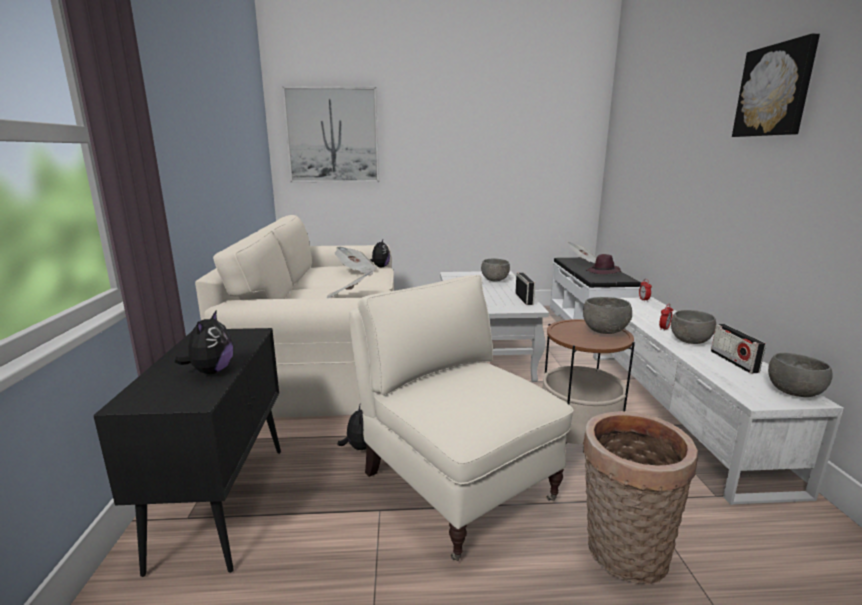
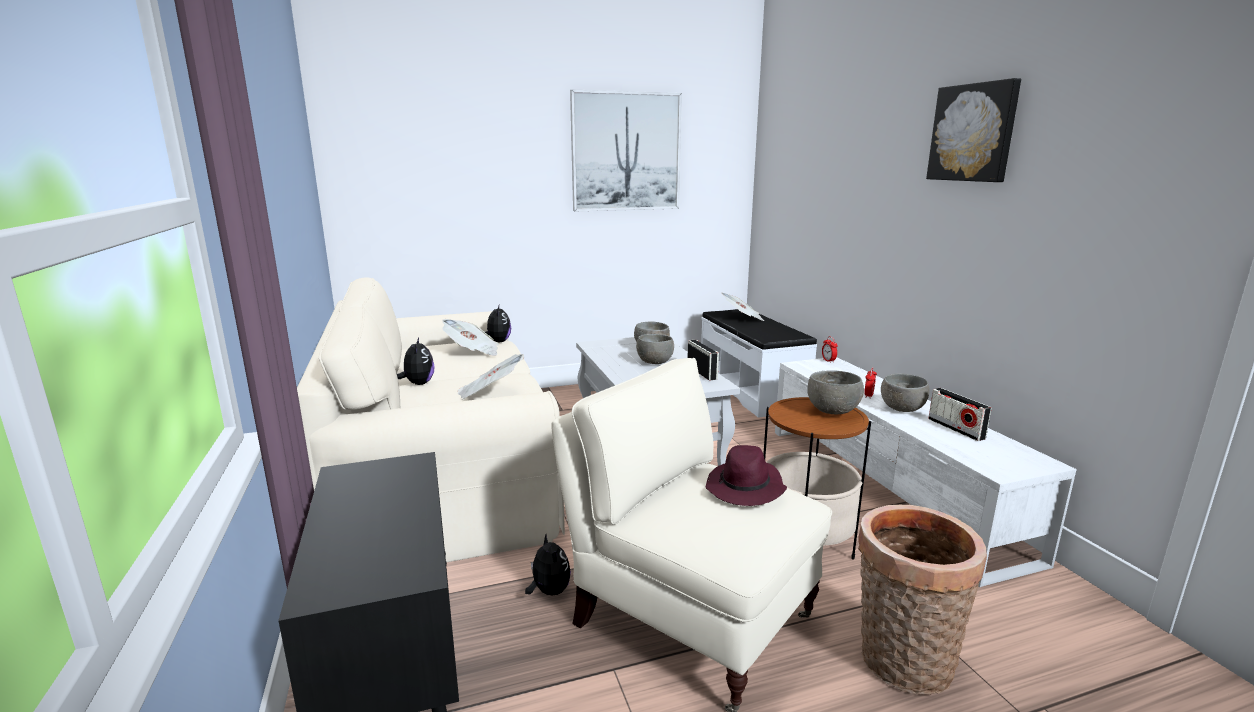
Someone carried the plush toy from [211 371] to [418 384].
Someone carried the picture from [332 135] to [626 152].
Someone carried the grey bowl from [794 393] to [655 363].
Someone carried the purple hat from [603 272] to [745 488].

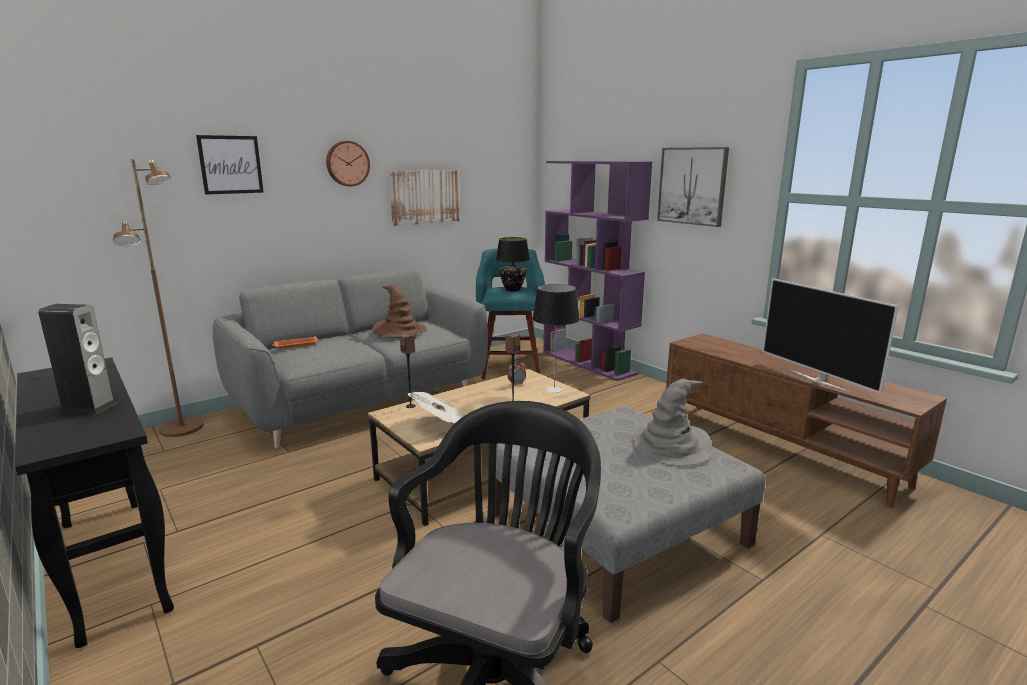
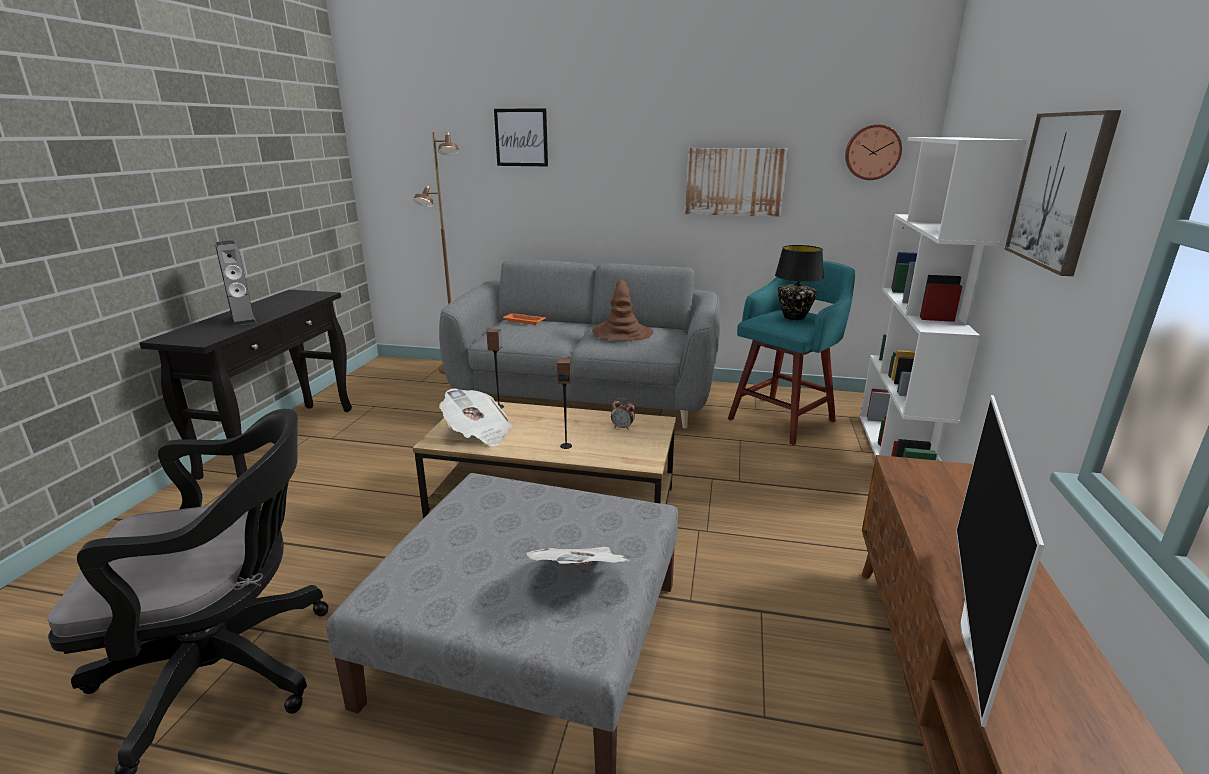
Someone swapped the grey hat at [672 446] for the newspaper at [581 577].
Someone carried the wall clock from [347 163] to [872 152].
Someone repainted the purple bookcase at [589 363], which became the white bookcase at [897 452].
Someone took away the table lamp at [554 389].

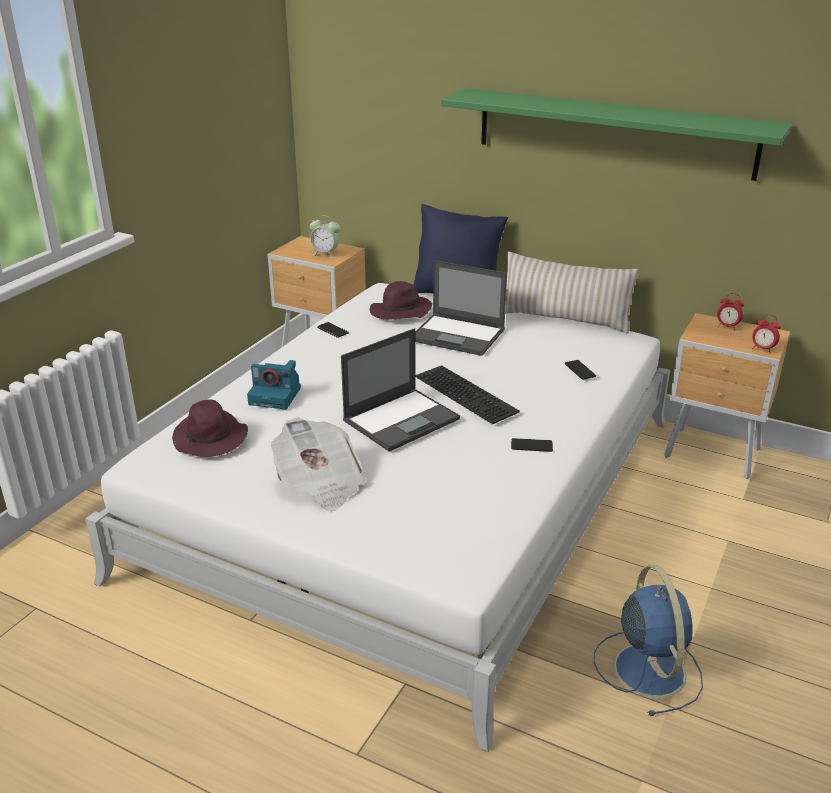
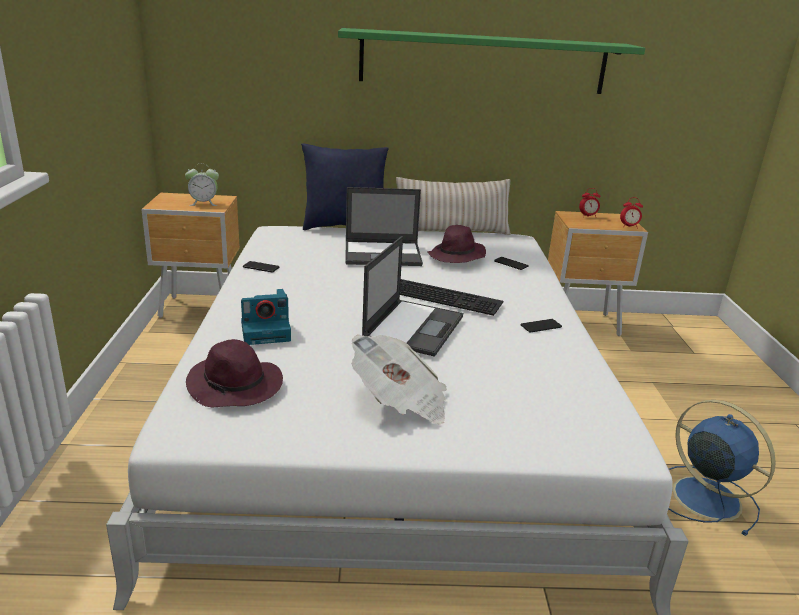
Someone carried the purple hat from [400 312] to [456 256].

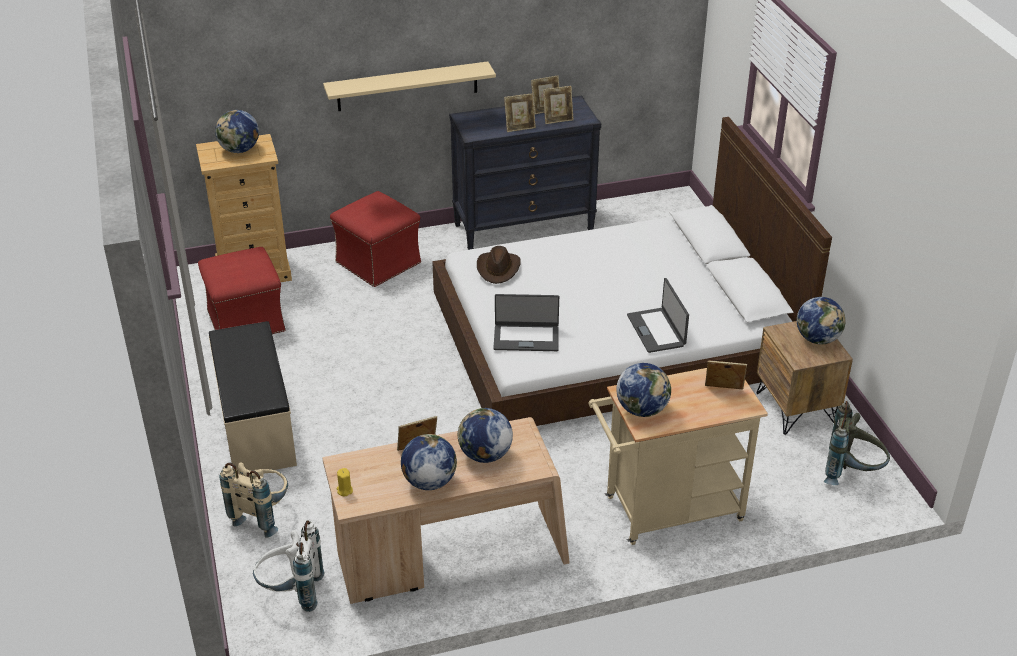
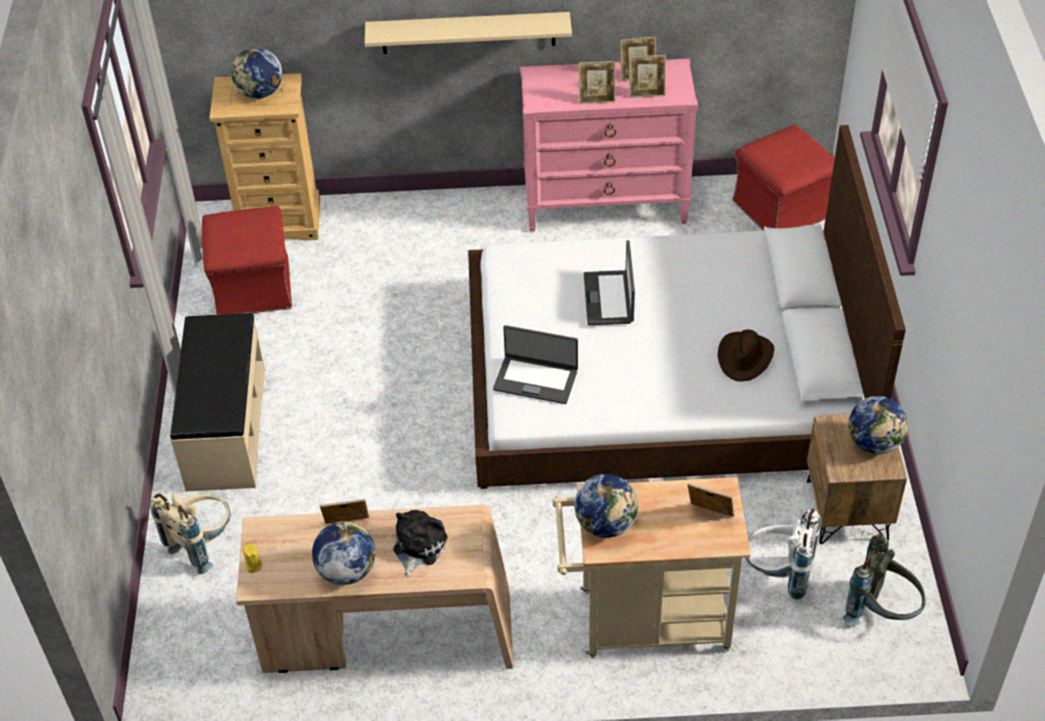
Someone swapped the globe at [485 455] for the plush toy at [418 547].
Someone repainted the black dresser at [524 228], which became the pink dresser at [606 205].
Someone carried the laptop from [657 330] to [609 298].
Someone carried the brown hat from [498 268] to [745 357].
Someone carried the red ottoman from [379 263] to [782 209].
Someone carried the white backpack from [292 593] to [777 574].

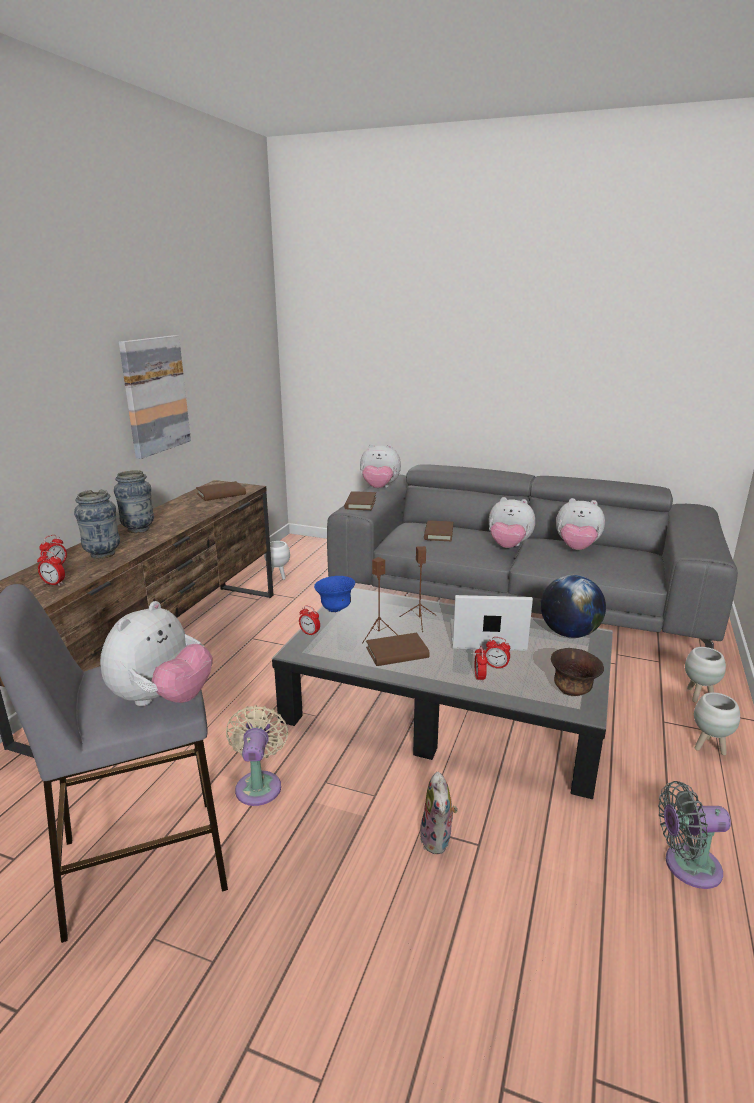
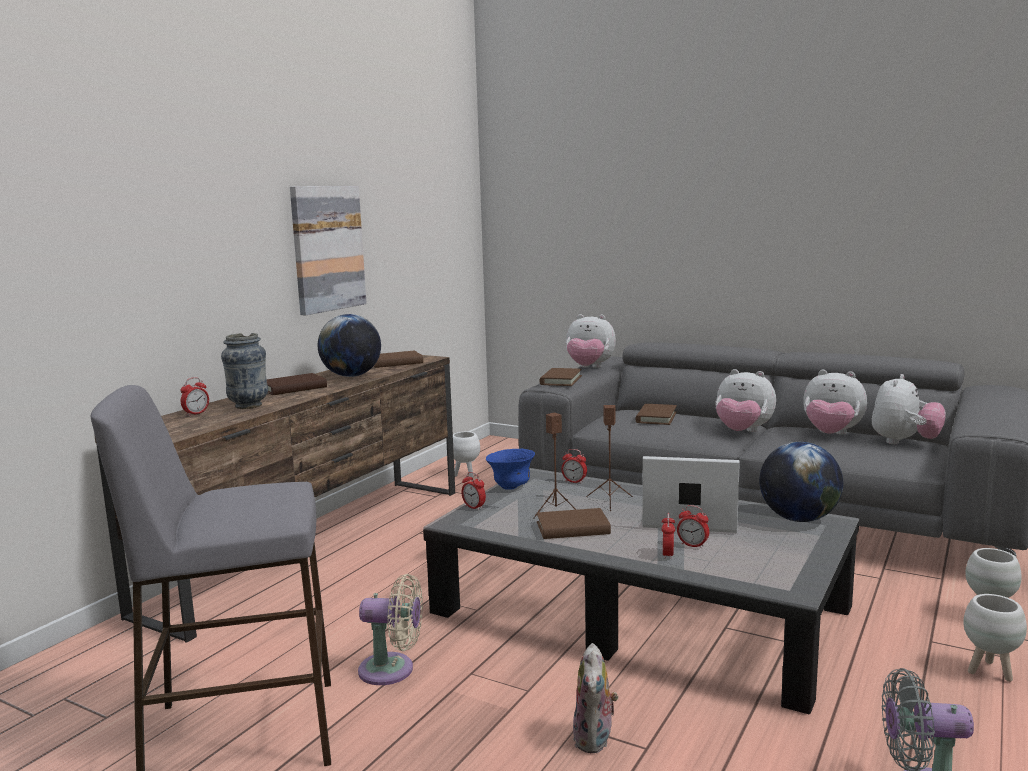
Someone swapped the vase at [138 529] for the brown book at [294 388].
Someone put down the globe at [351 376].
Someone rotated the beige fan at [259 784] by 90 degrees clockwise.
Someone carried the alarm clock from [54 583] to [574 482].
Someone carried the plush toy from [162 699] to [904 442].
Someone took away the brown bowl at [572 691].

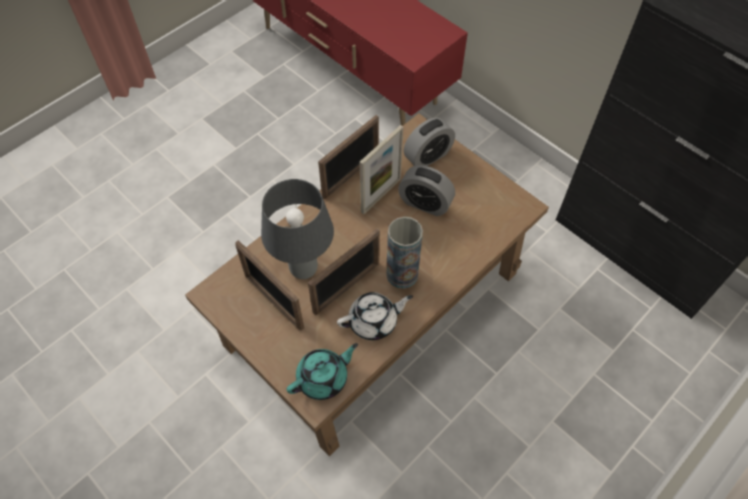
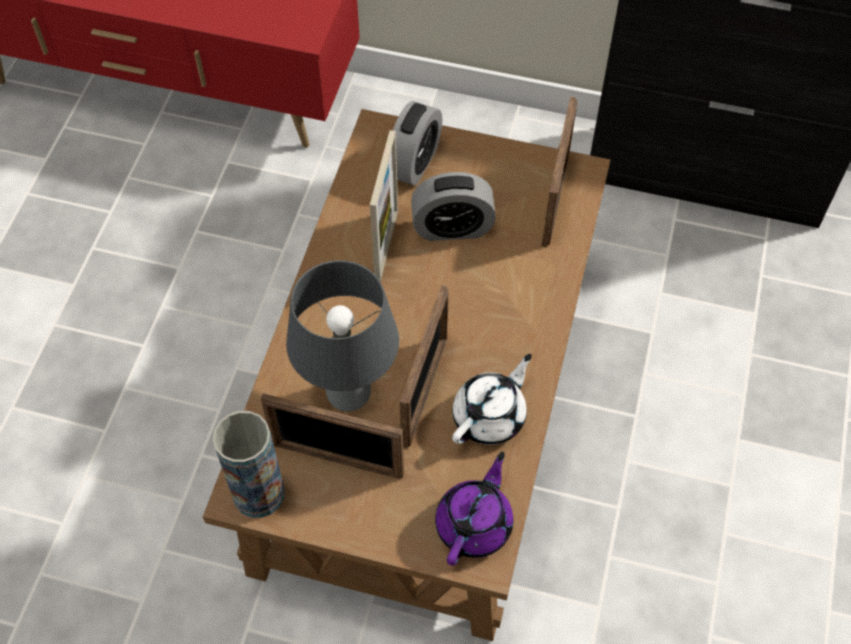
Someone carried the vase from [402 274] to [258 493].
Someone repainted the turquoise teapot at [323 378], which became the purple teapot at [475 524].
Someone carried the picture frame from [351 175] to [555 199].

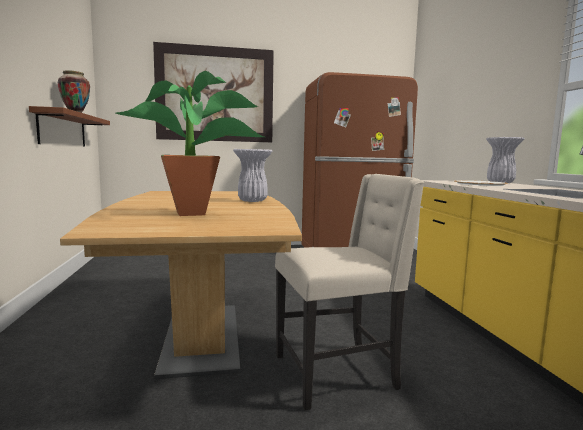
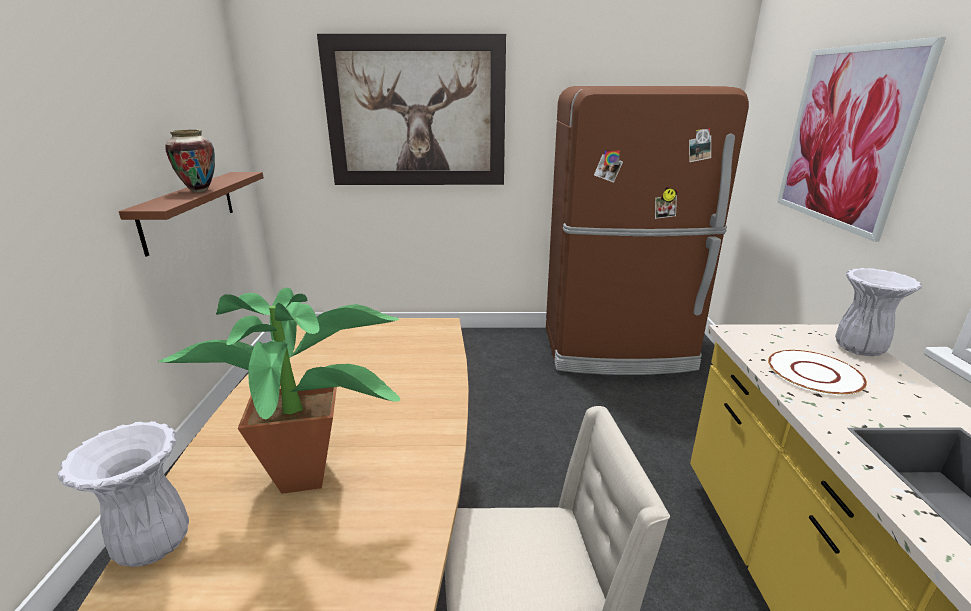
Someone carried the white vase from [252 201] to [155 544].
Someone put up the picture at [845 137].

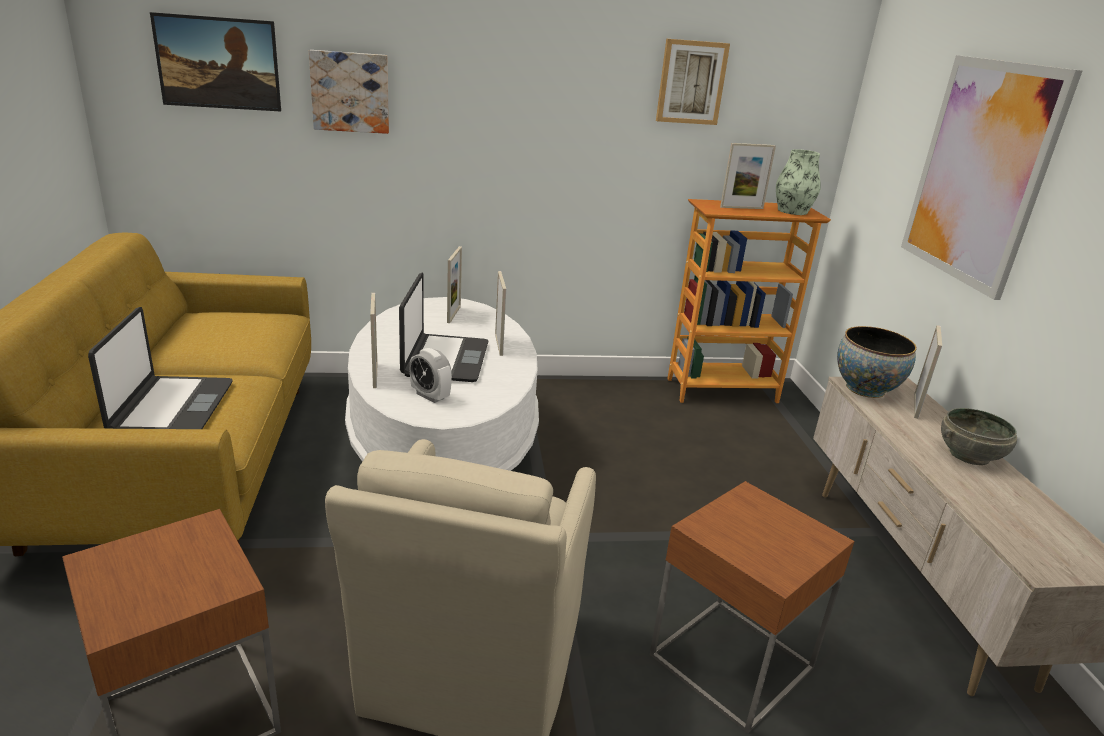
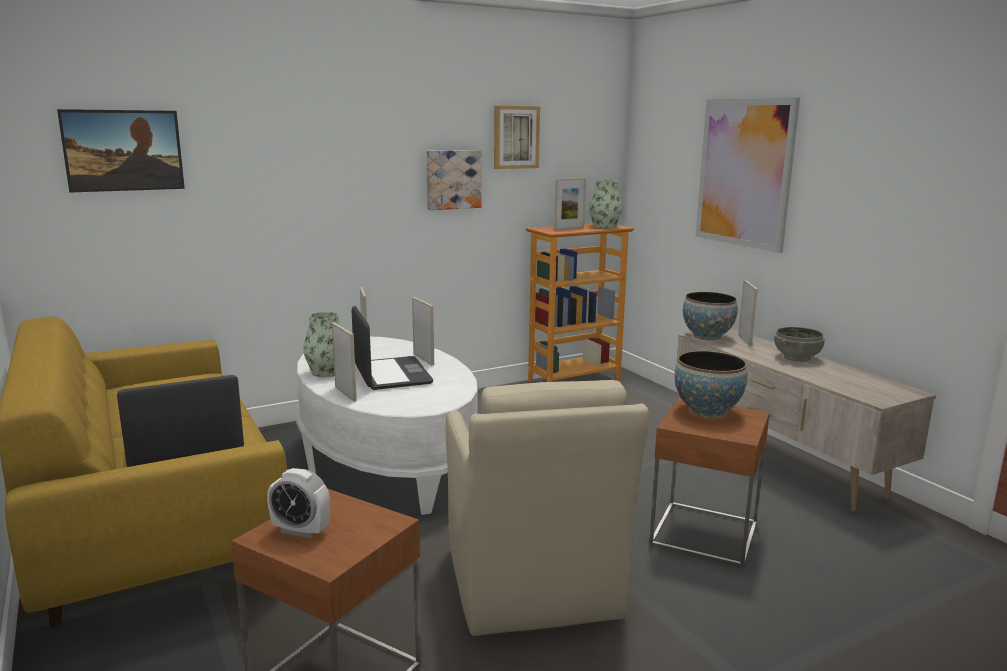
Someone rotated the laptop at [171 407] by 90 degrees counterclockwise.
Someone carried the alarm clock from [430 396] to [301 531].
Someone put down the vase at [326 372].
Someone carried the picture from [350 92] to [453 179].
Someone put down the bowl at [707 411].

